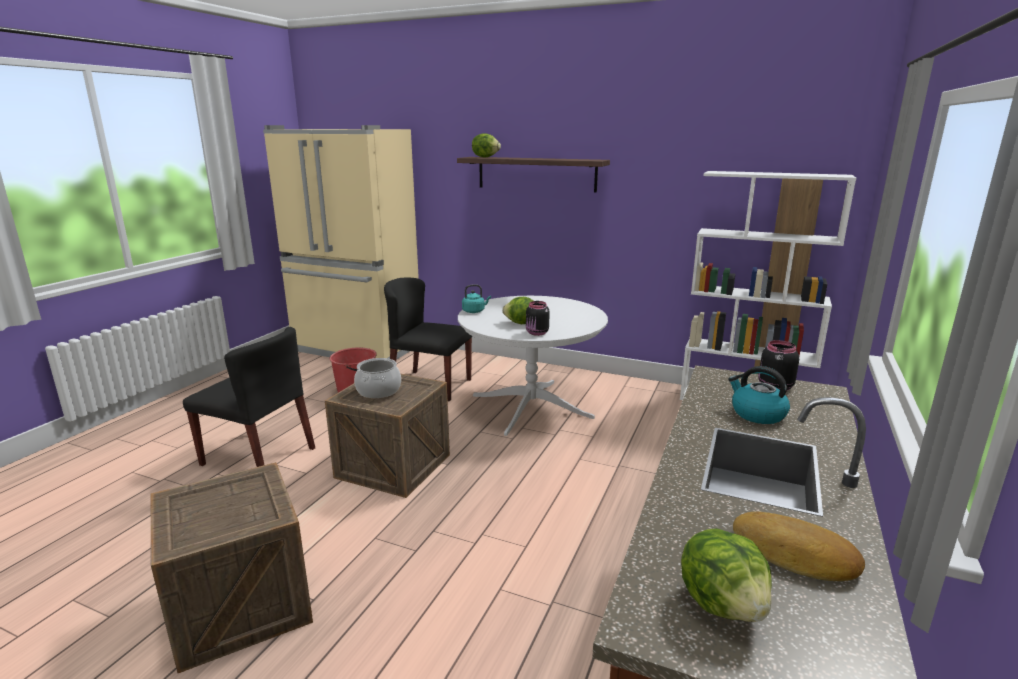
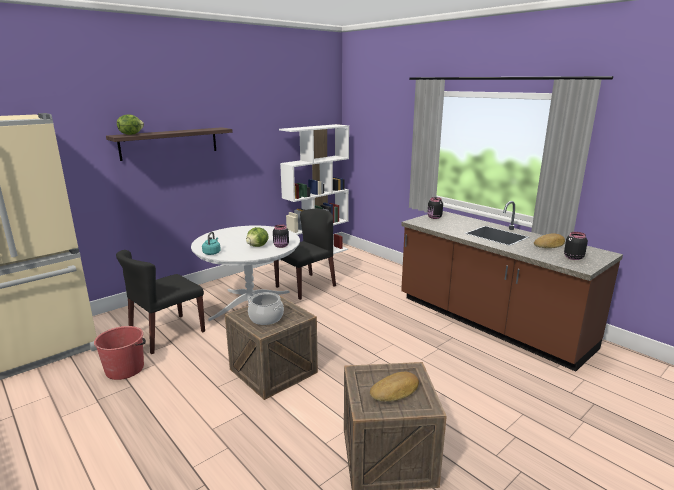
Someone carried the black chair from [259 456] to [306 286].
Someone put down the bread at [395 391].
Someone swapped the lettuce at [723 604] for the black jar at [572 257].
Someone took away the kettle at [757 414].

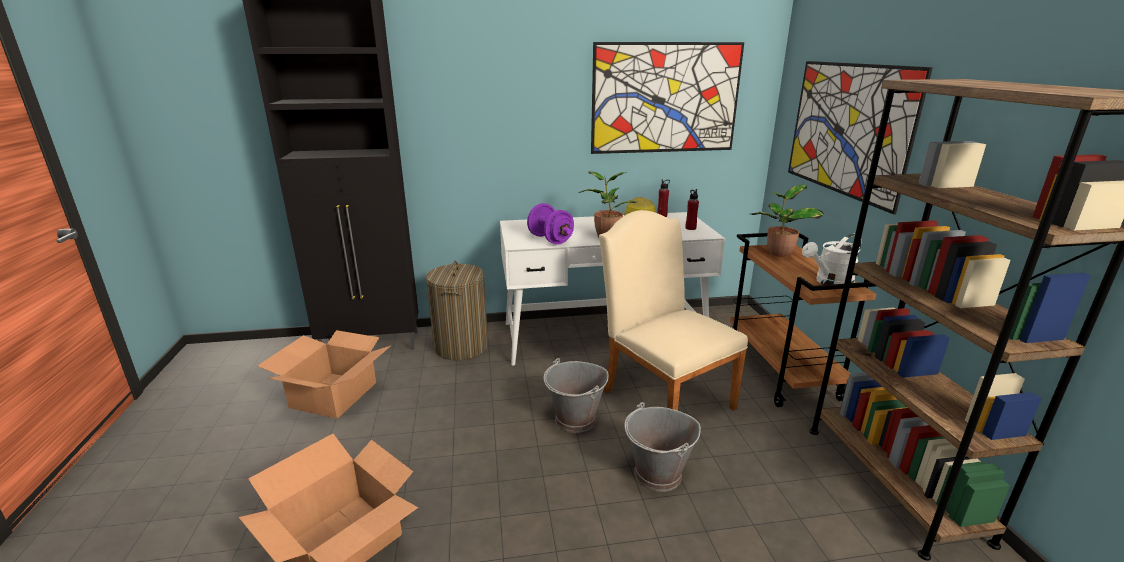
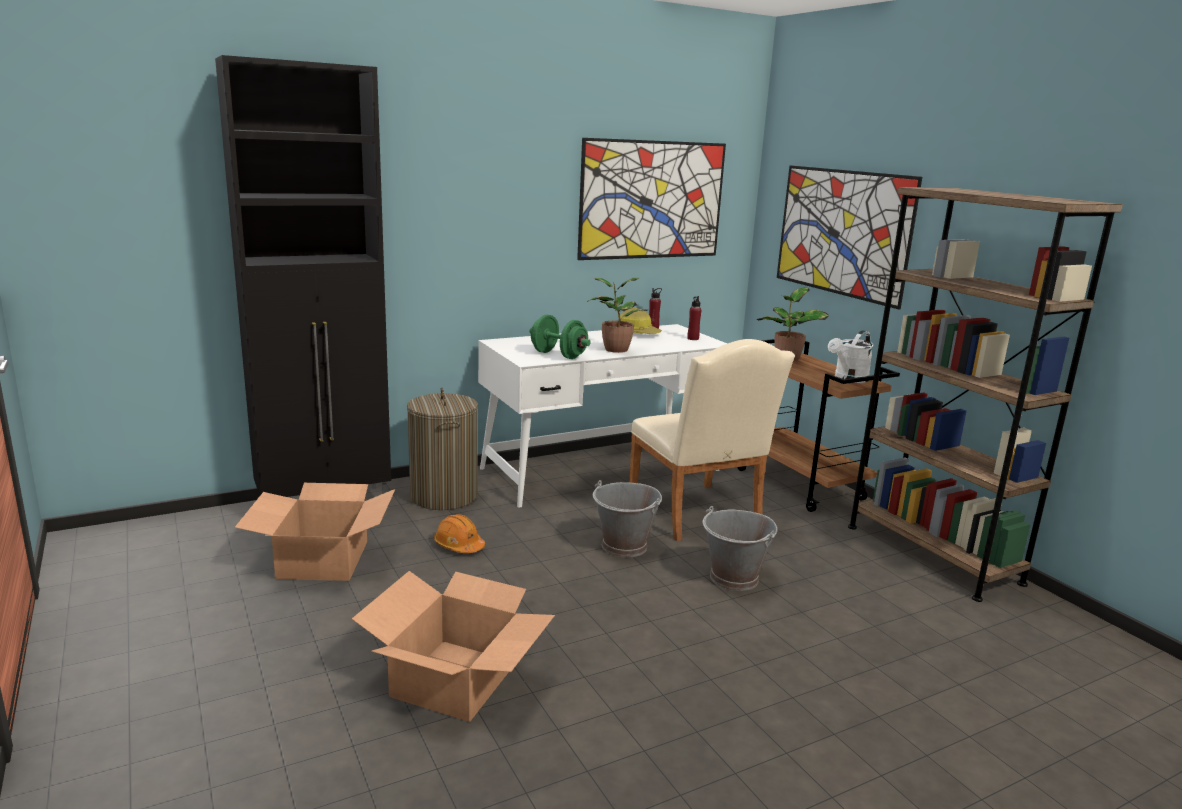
Someone put down the orange hard hat at [459 545].
Someone repainted the purple dumbbell at [550 239], which became the green dumbbell at [558 355].
Someone rotated the beige chair at [662 395] by 150 degrees counterclockwise.

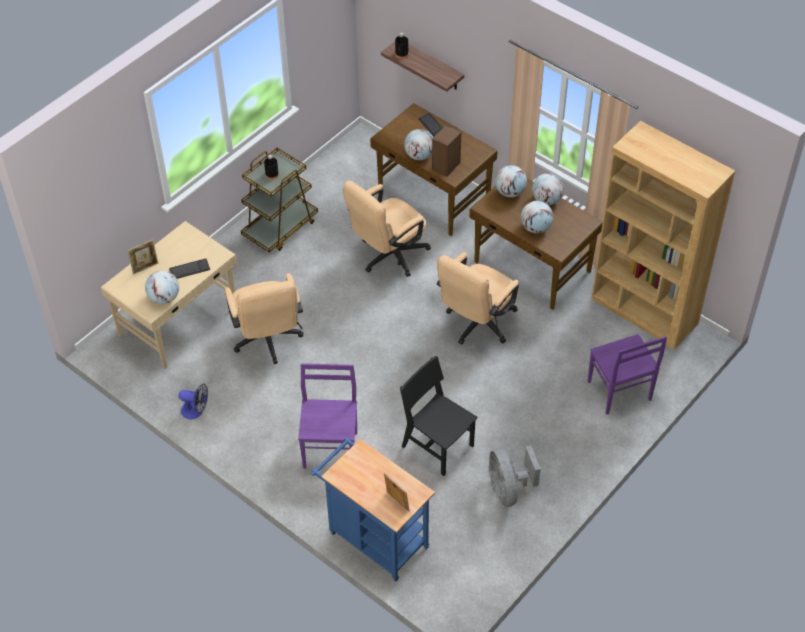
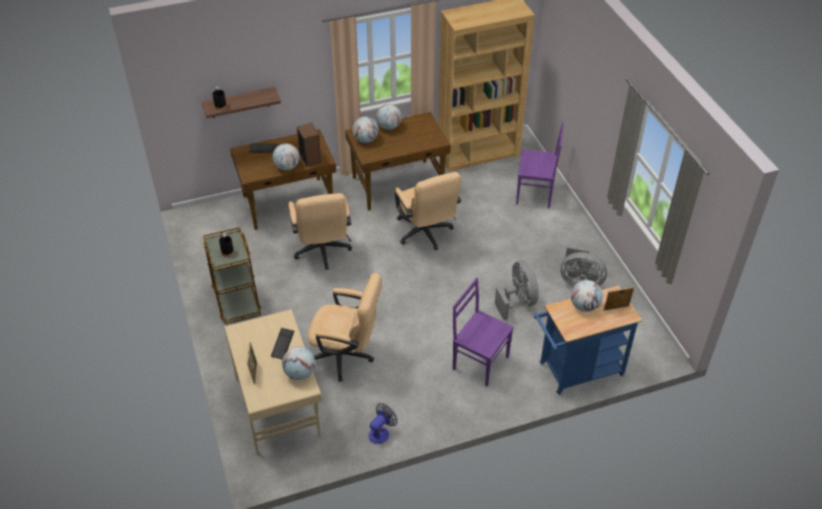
Someone swapped the black chair at [437 446] for the grey fan at [518 301].
Someone carried the globe from [535 228] to [584 306].

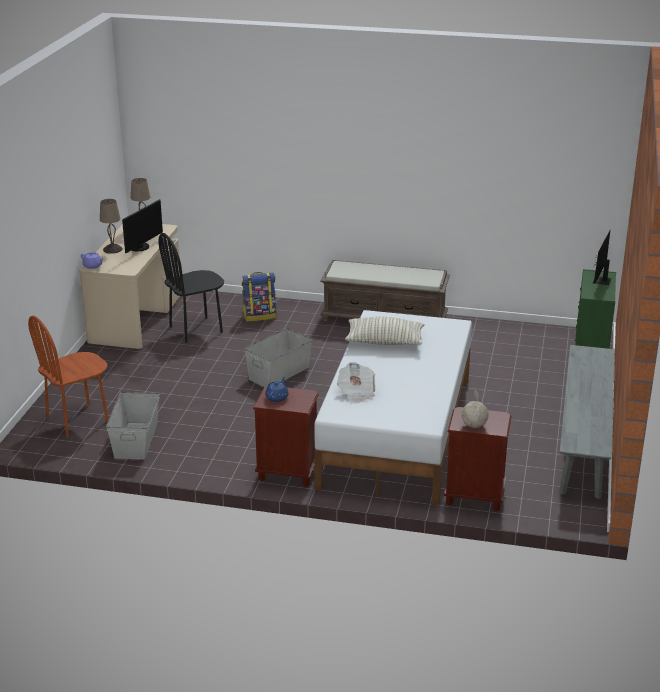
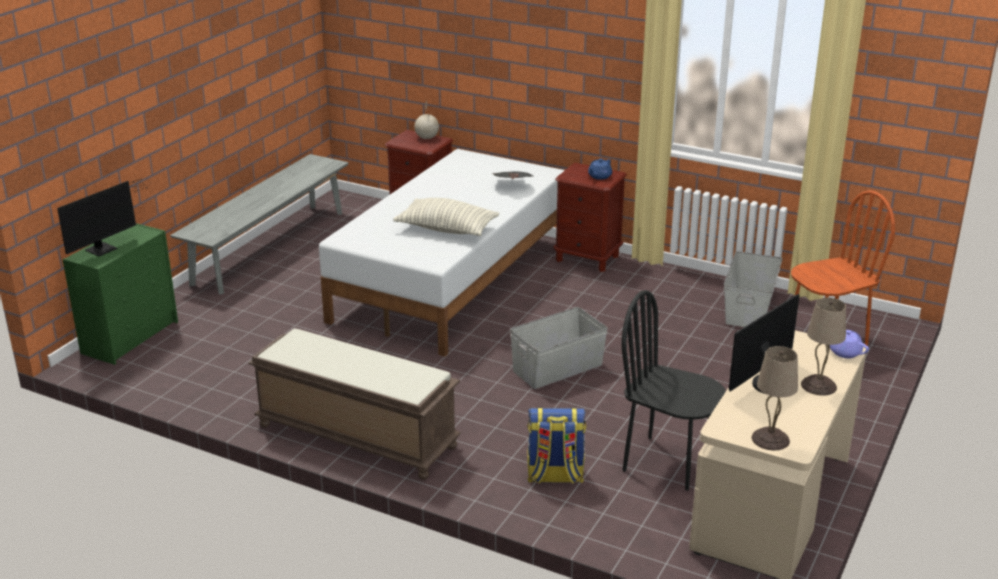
Someone rotated the black chair at [196 329] by 135 degrees counterclockwise.

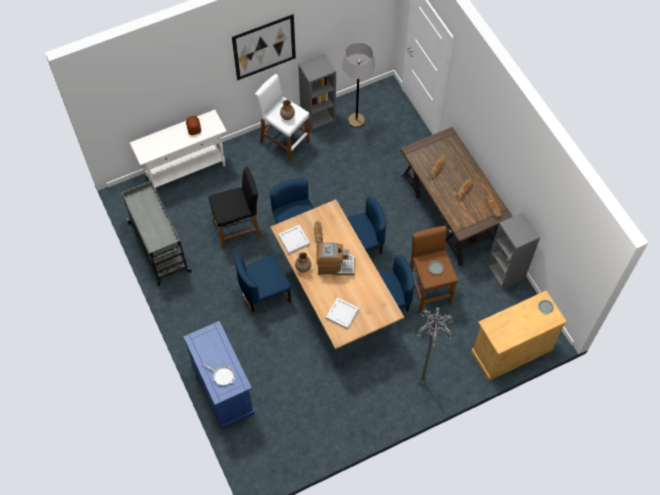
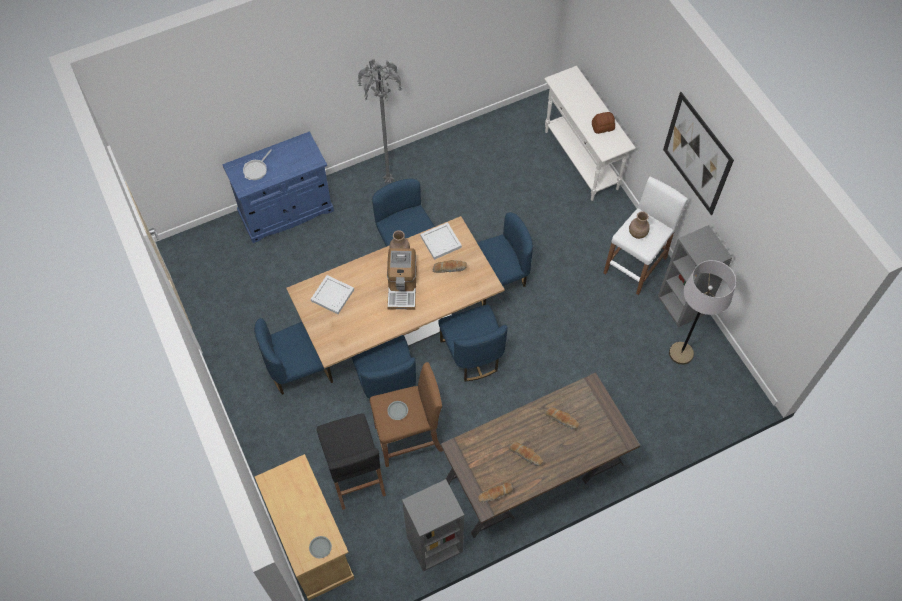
Someone put down the blue chair at [299 370].
Someone carried the black stool from [238 230] to [355 475].
Someone carried the grey floor lamp from [423 381] to [389 181].
Someone took away the grey cart at [160 248].

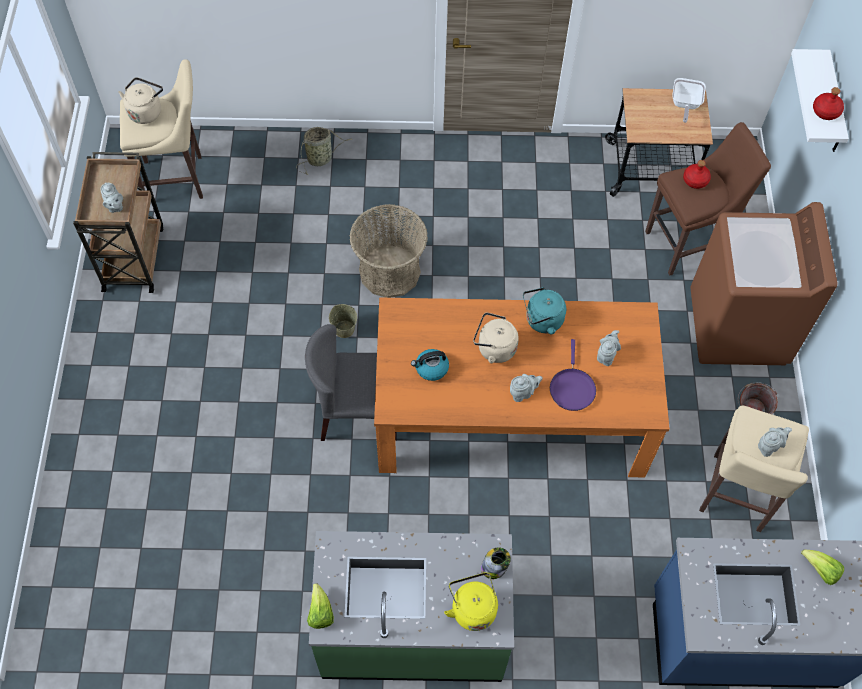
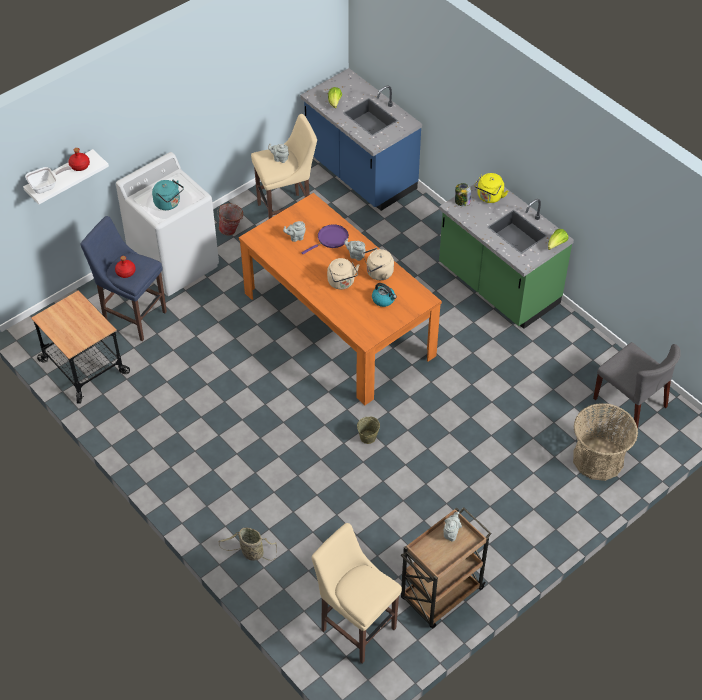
Someone carried the frying pan from [684 105] to [46 186].
Someone repainted the brown stool at [687 244], which became the blue stool at [133 316].
Someone repainted the brown washing machine at [738 327], which became the white washing machine at [175 263].
Someone carried the turquoise kettle from [541 320] to [169 204].
Someone carried the beige kettle from [146 111] to [378 273].
Someone carried the basket from [389 271] to [598 459].
Someone carried the grey chair from [358 412] to [630 403].

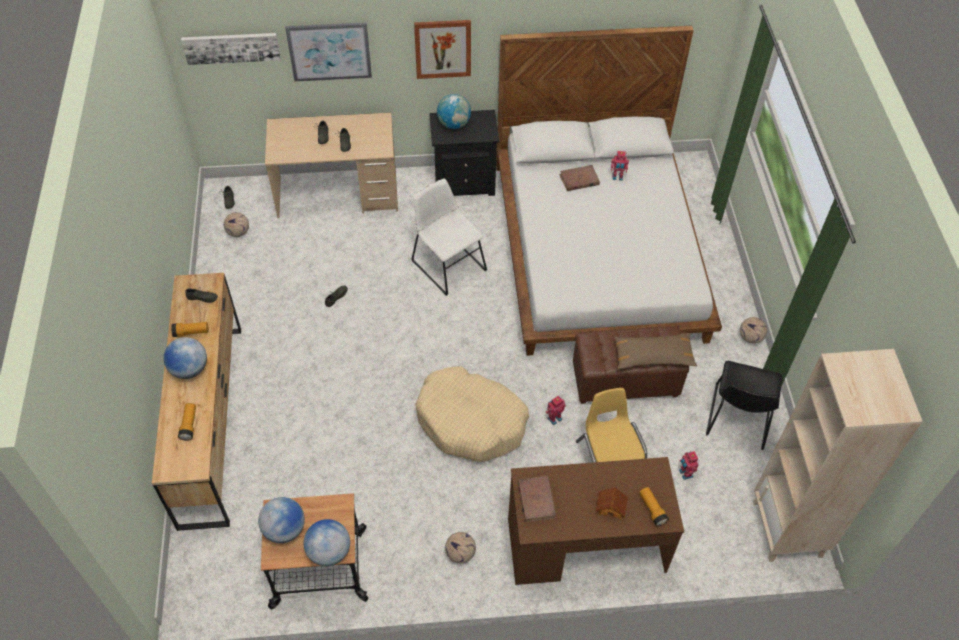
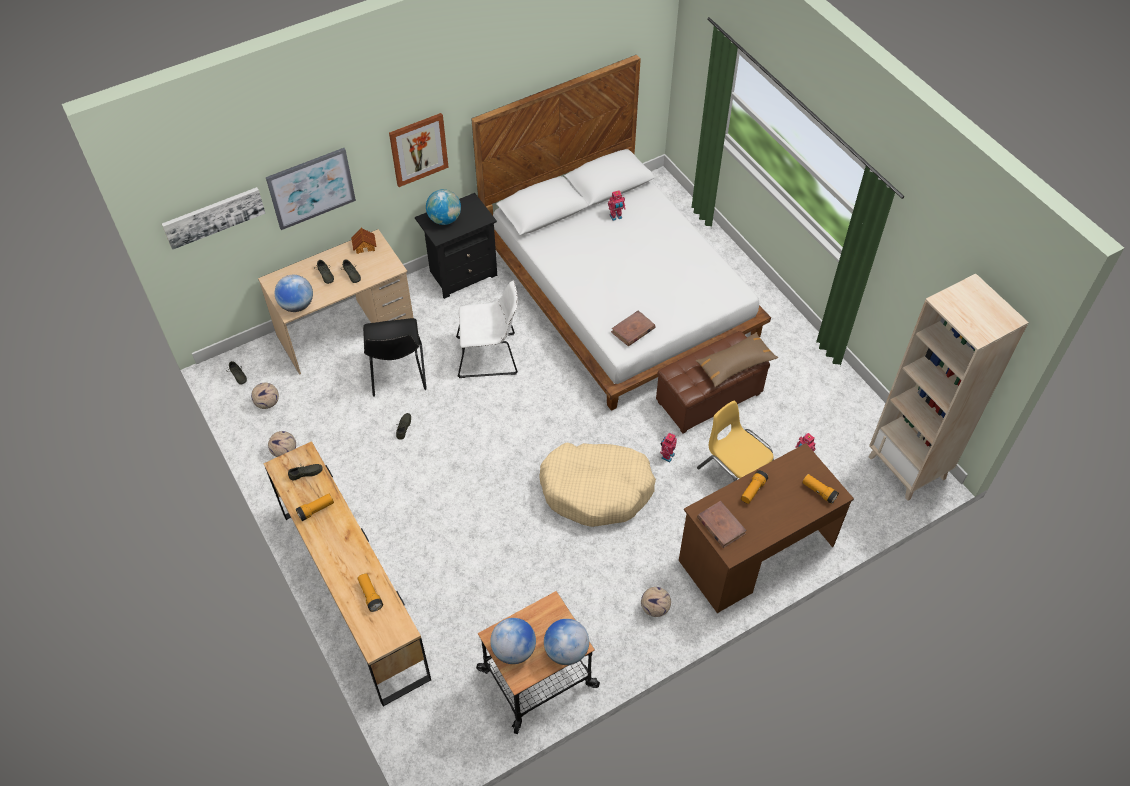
Someone carried the football from [750 337] to [284 451].
Someone carried the globe from [189 369] to [297 305].
Someone carried the toy house from [611 506] to [364 246].
Someone carried the black chair from [738 420] to [397 373].
Someone rotated the white chair at [447 263] by 150 degrees clockwise.
Someone carried the brown book from [579 180] to [633 330].
Someone put down the flashlight at [753 490].

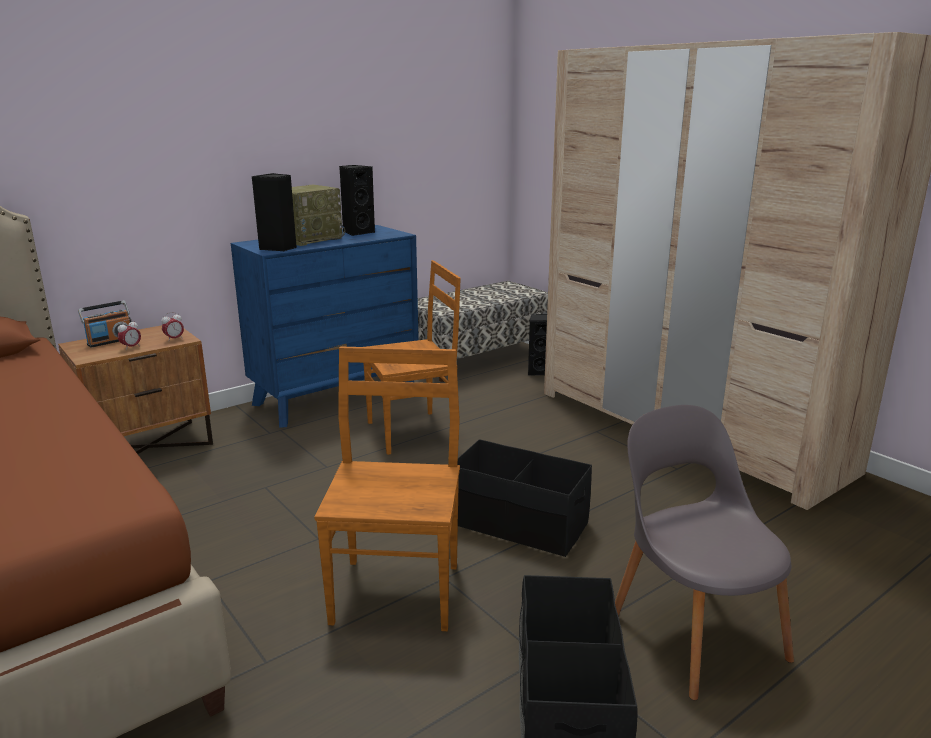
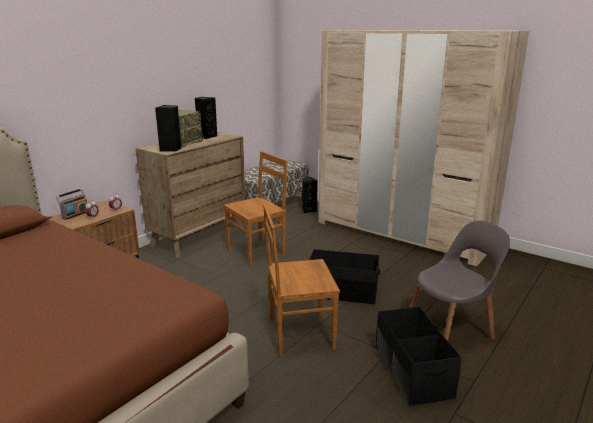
Someone repainted the blue dresser at [336 396], which became the brown dresser at [199 236].
Someone rotated the brown chair at [397 591] by 90 degrees counterclockwise.
Someone rotated the grey chair at [693 631] by 105 degrees clockwise.

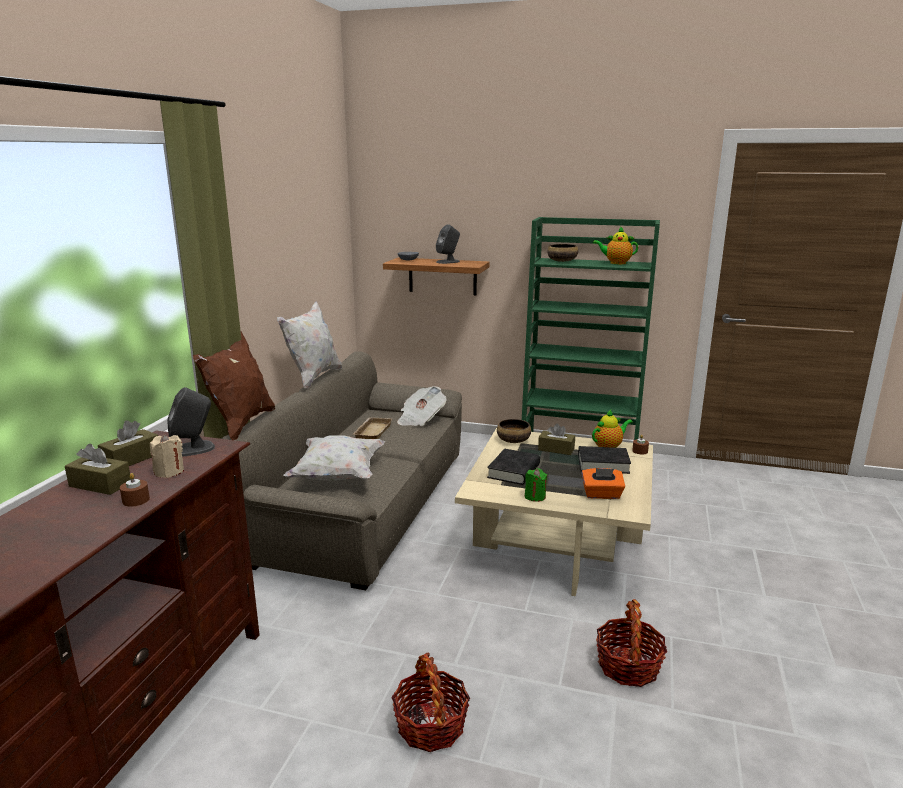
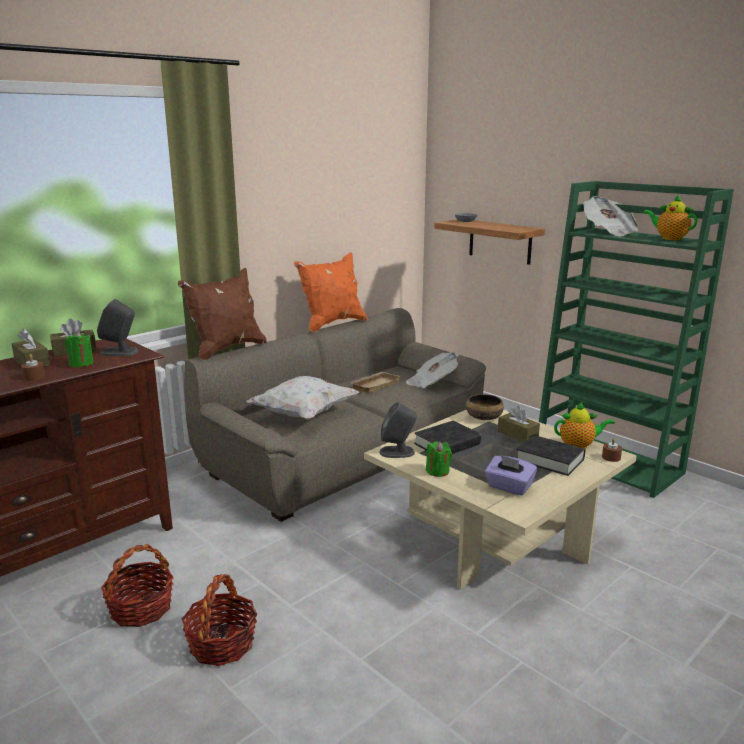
Someone repainted the beige candle at [169 472], which became the green candle at [81 364].
Someone carried the basket from [628 666] to [141 609].
Someone repainted the white pillow at [313 377], which became the orange pillow at [332 324].
Someone carried the grey speaker from [448 262] to [397 452].
Someone repainted the orange tissue box at [602 494], which became the purple tissue box at [509 487].
Someone swapped the bowl at [562 261] for the newspaper at [609 232].

